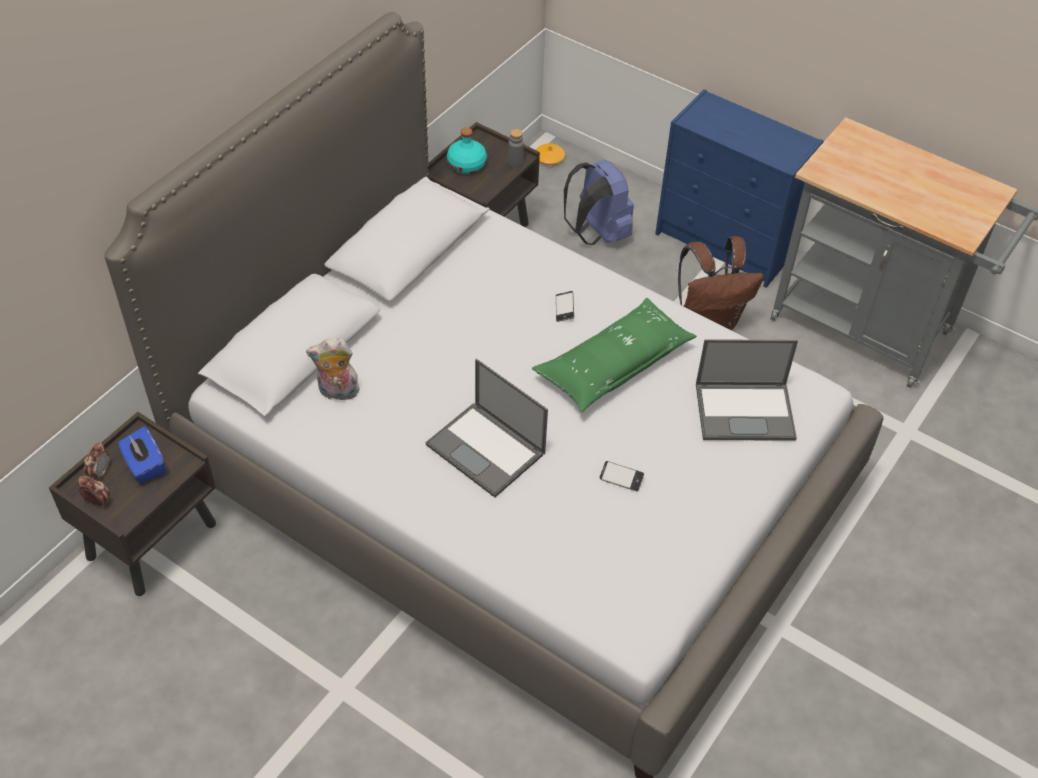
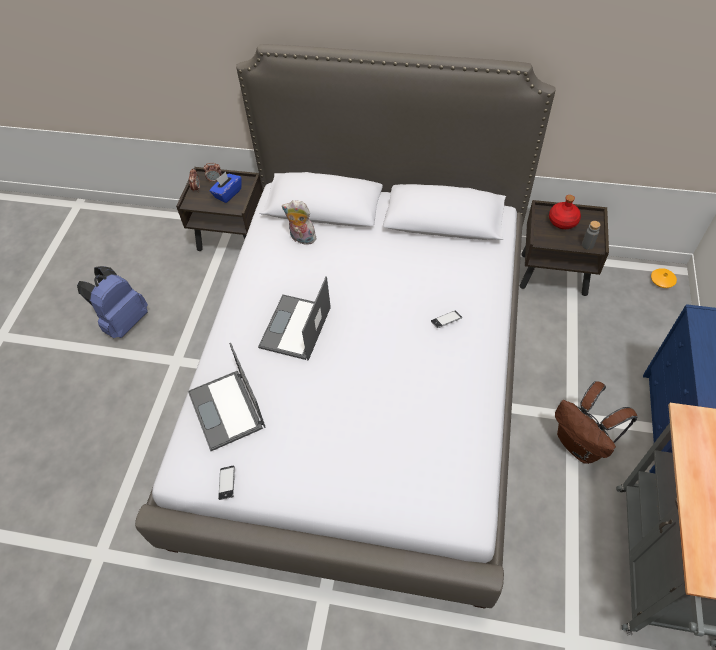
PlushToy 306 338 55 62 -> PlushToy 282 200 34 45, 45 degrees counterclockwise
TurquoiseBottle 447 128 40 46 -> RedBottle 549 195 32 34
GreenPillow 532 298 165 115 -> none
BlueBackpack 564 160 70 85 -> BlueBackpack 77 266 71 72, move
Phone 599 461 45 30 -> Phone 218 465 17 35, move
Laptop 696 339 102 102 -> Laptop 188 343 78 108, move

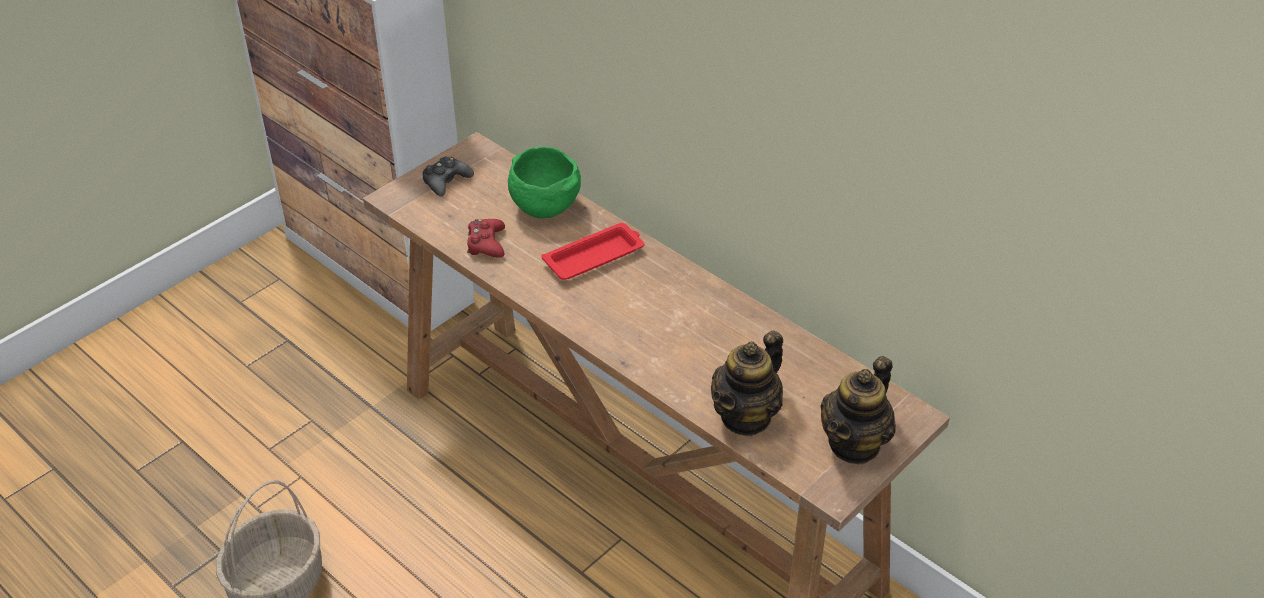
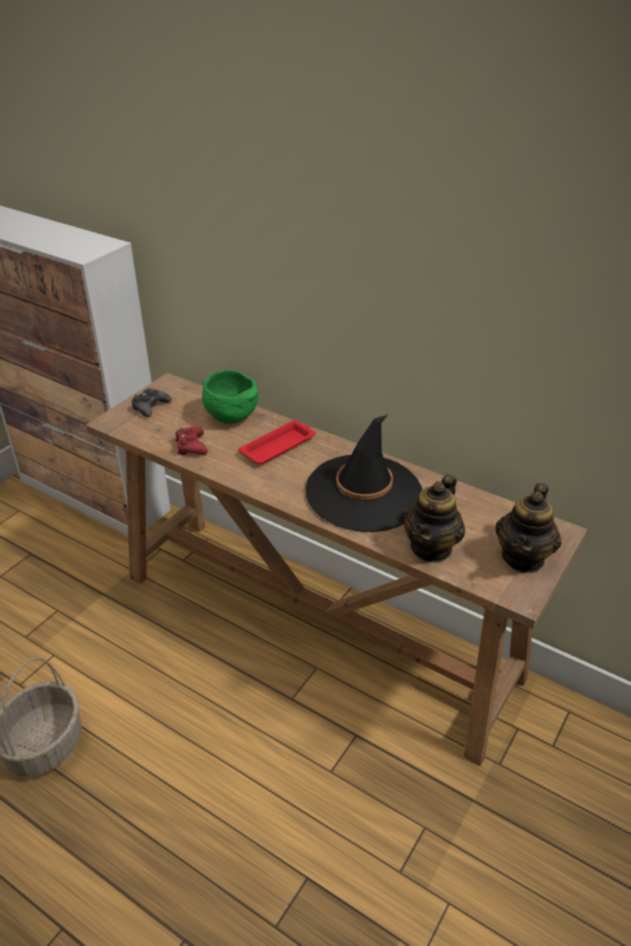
none -> BlackHat 306 415 116 117

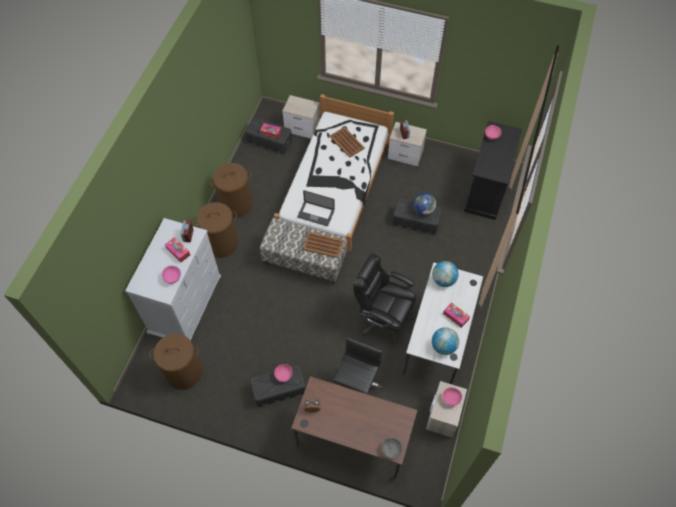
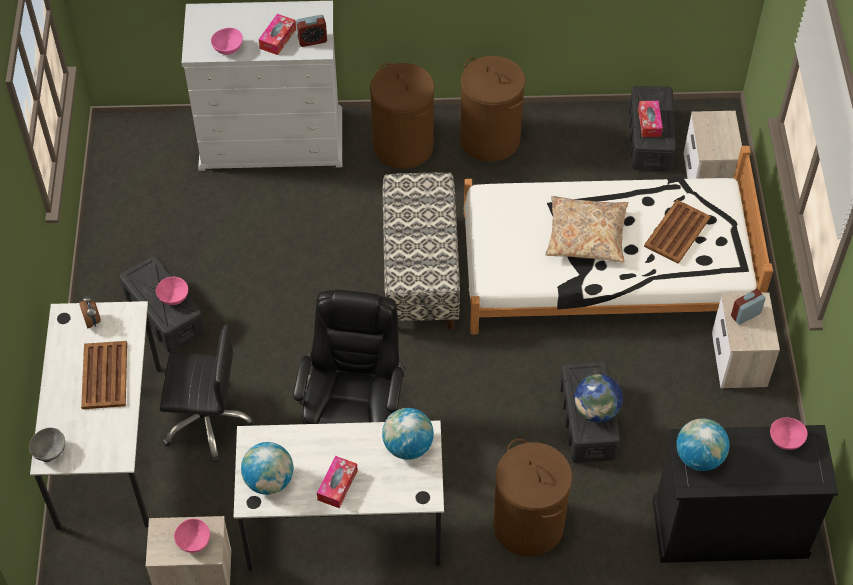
BrownLaundryBasket 149 334 53 56 -> BrownLaundryBasket 493 439 79 118, move
BrownDesk 291 376 126 104 -> WhiteDesk 30 301 132 230
Laptop 298 190 37 36 -> none
BrownTray 303 232 41 26 -> BrownTray 81 341 46 68, move
none -> BeigePillow 545 196 83 67
none -> Globe 676 418 53 53

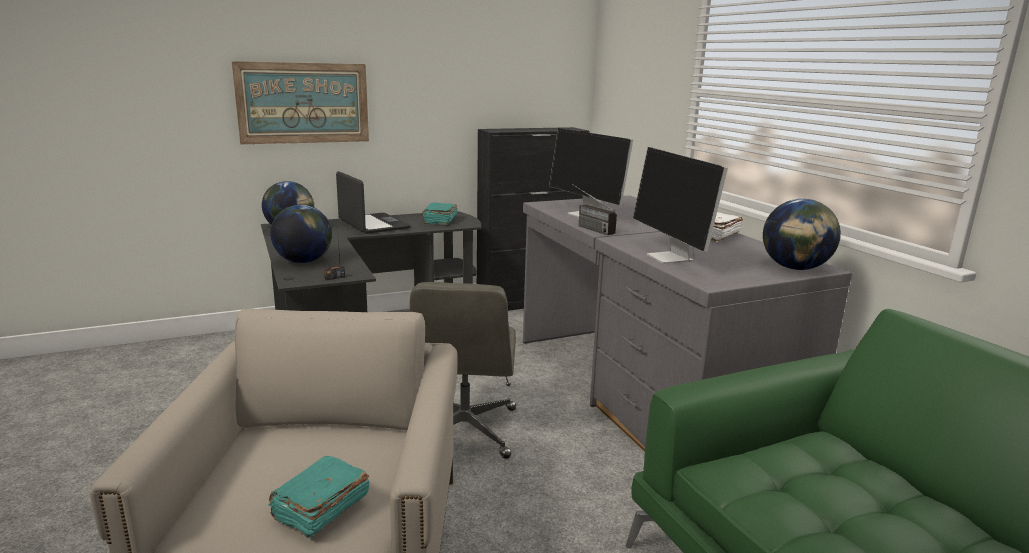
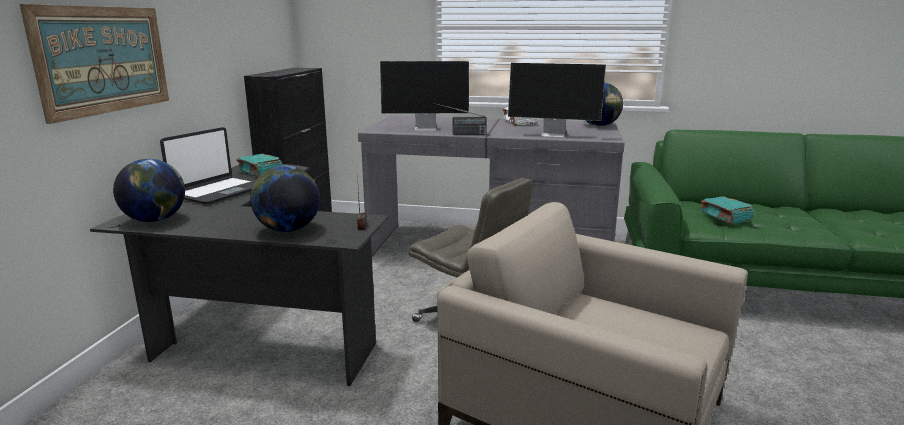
TurquoiseBook 269 456 101 82 -> TurquoiseBook 701 196 53 29, move
Laptop 336 171 74 63 -> Laptop 160 127 95 78, 120 degrees clockwise

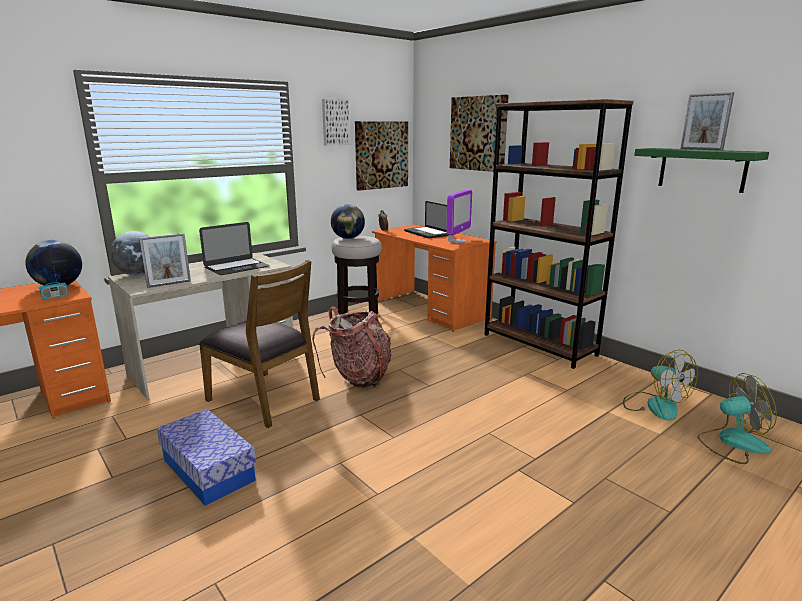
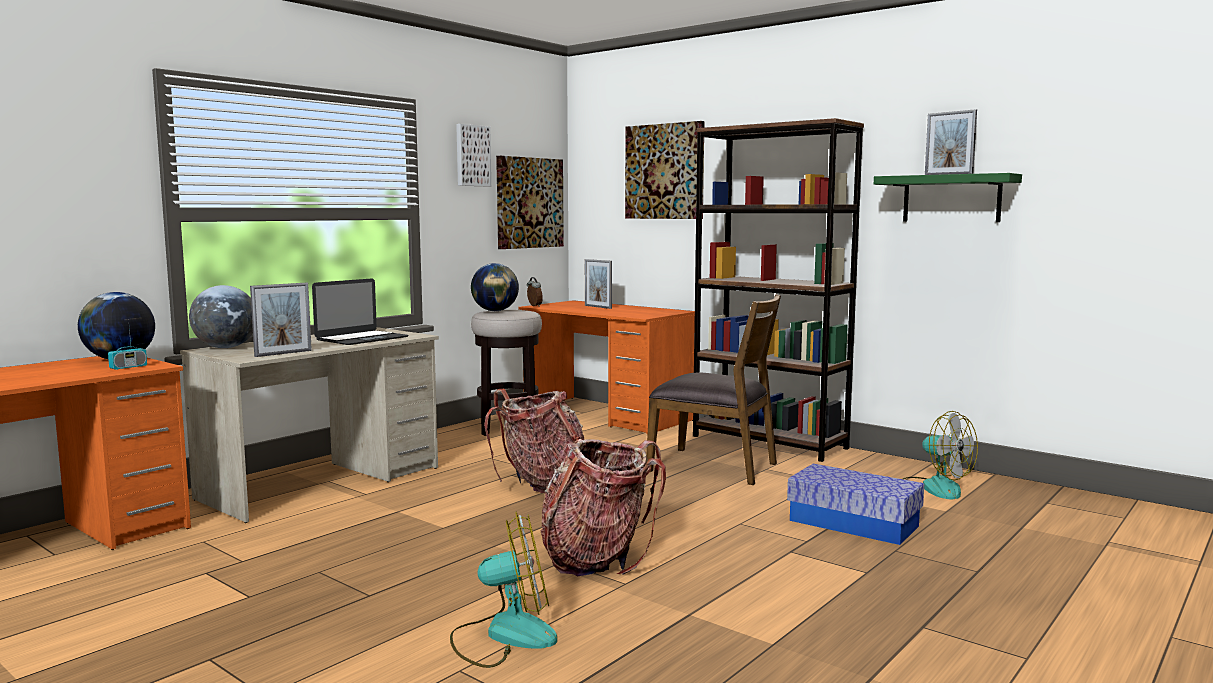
StorageBox 157 409 99 97 -> StorageBox 787 464 137 81, move
BrownChair 199 260 121 168 -> BrownChair 646 294 135 191, move
Laptop 404 201 45 37 -> PictureFrame 585 259 27 50
Monitor 446 190 26 53 -> none
Fan 698 373 79 91 -> Fan 450 512 107 156, move
none -> Backpack 541 439 125 137

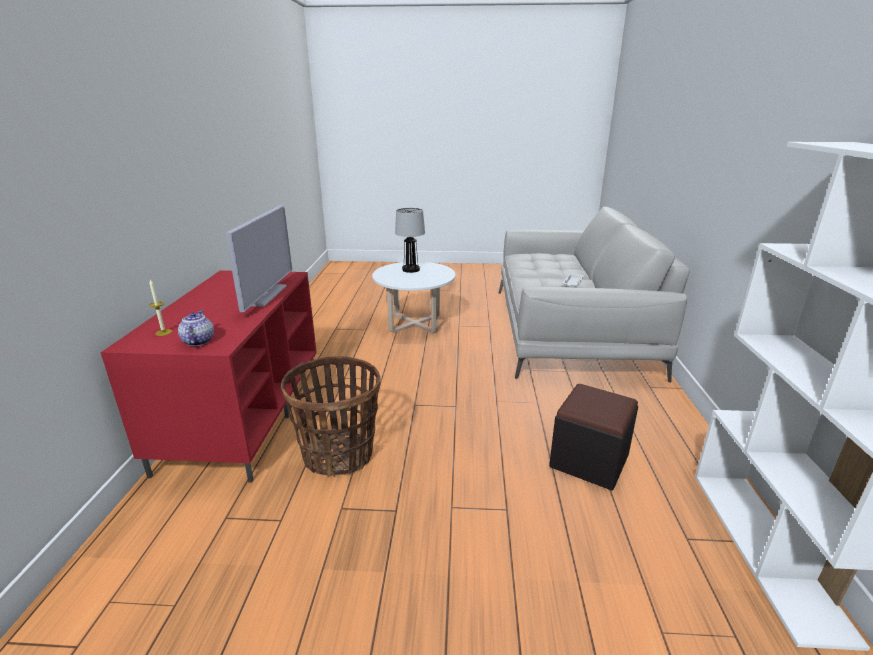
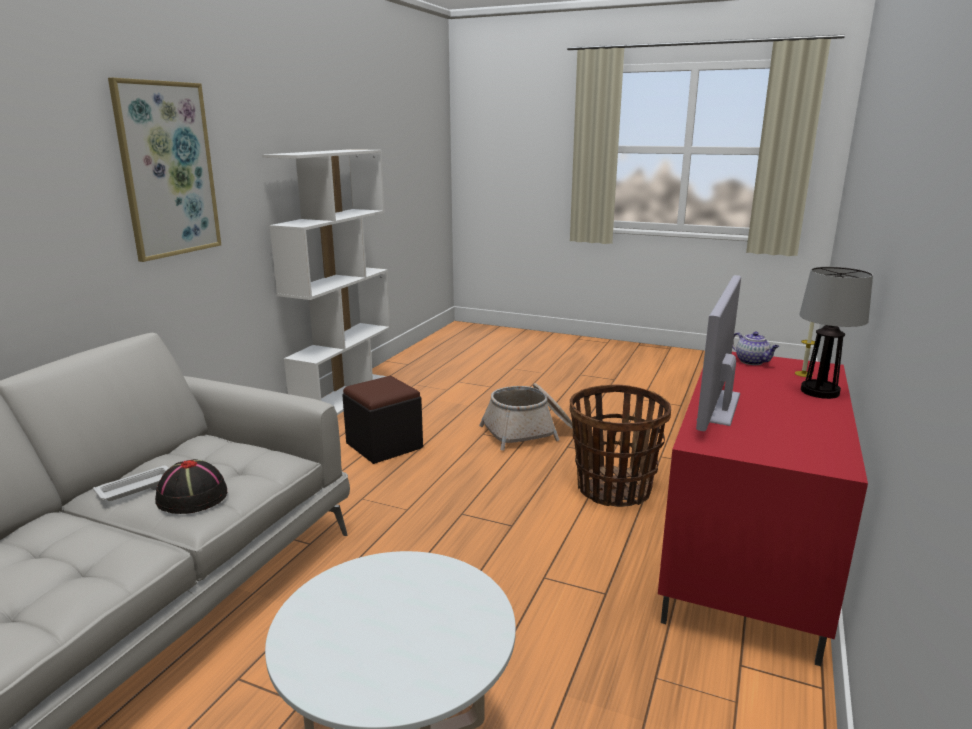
Teapot 178 311 36 35 -> Teapot 732 331 47 34, 45 degrees counterclockwise
TableLamp 395 208 30 65 -> TableLamp 799 266 74 133, move
none -> Picture 108 78 113 184
none -> BlackHat 155 459 72 55
none -> Basket 479 383 94 67

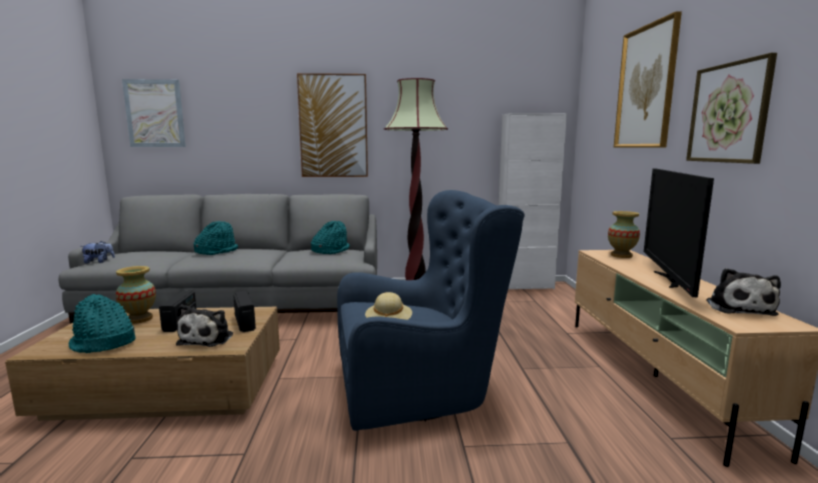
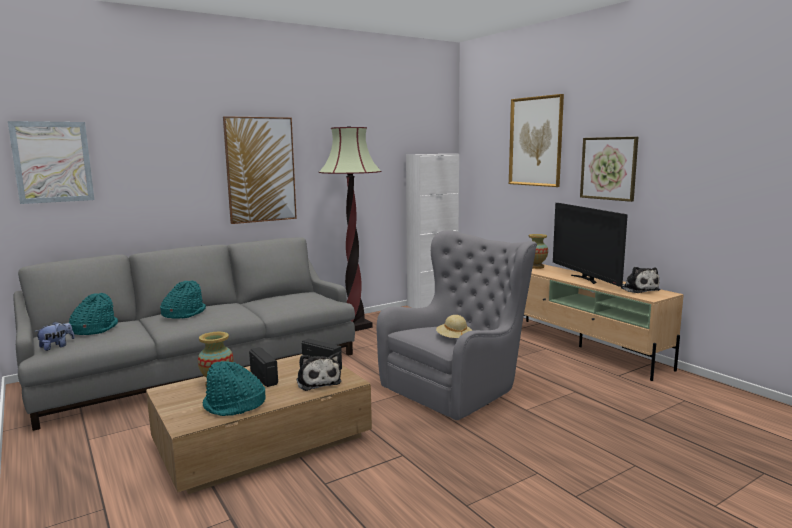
TurquoiseHat 311 221 39 33 -> TurquoiseHat 68 293 50 42, move
BlueArmchair 337 190 188 241 -> GreyArmchair 377 230 160 190

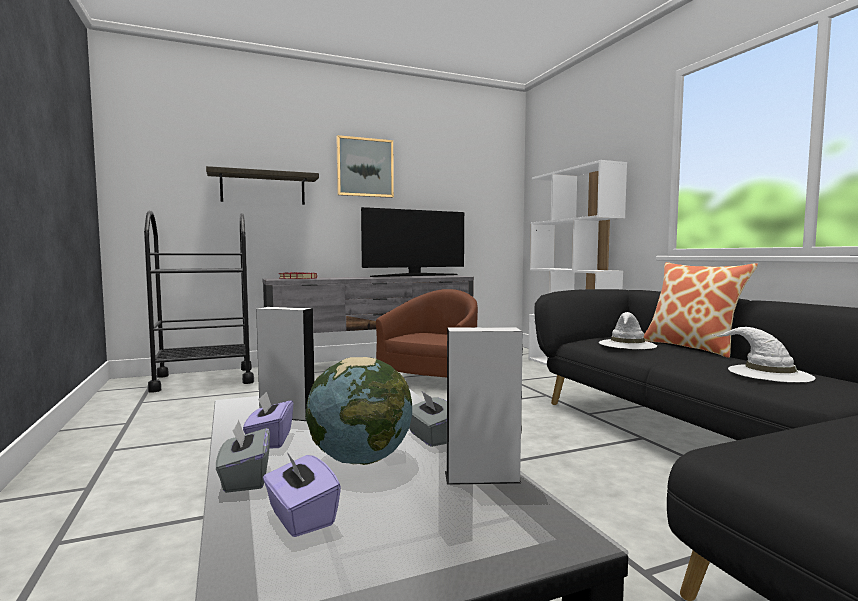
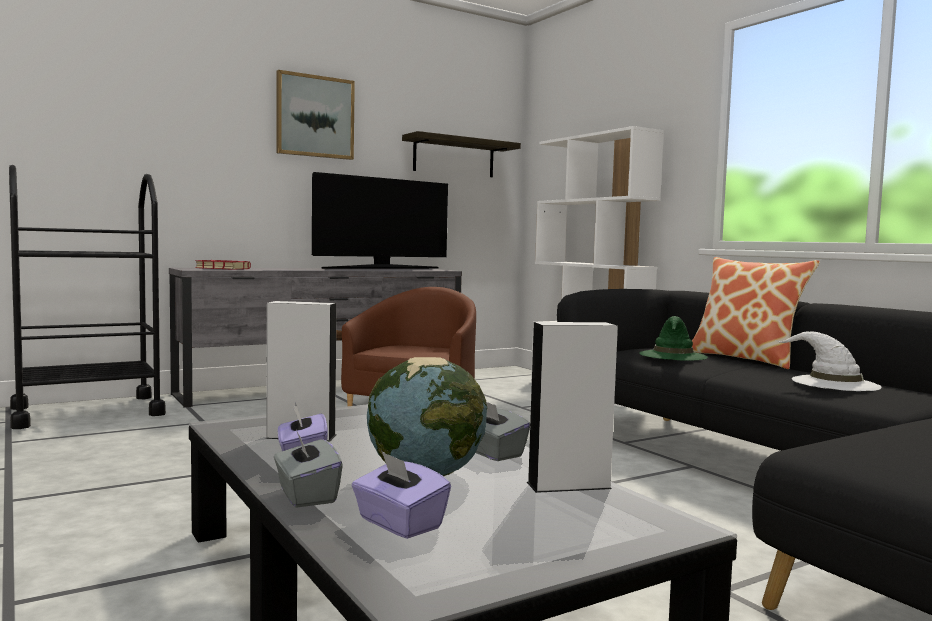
Shelf 206 166 113 39 -> Shelf 402 131 119 46, move
WhiteHat 599 312 58 37 -> GreenHat 639 316 69 45

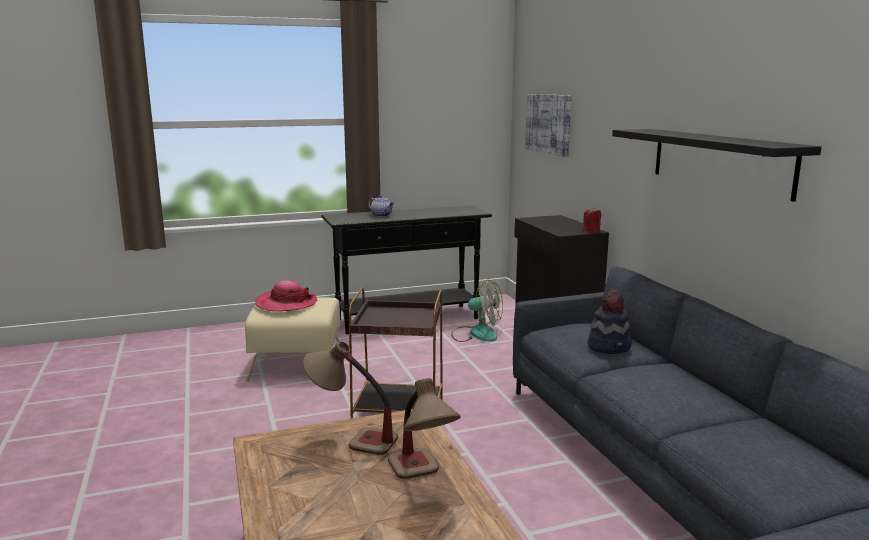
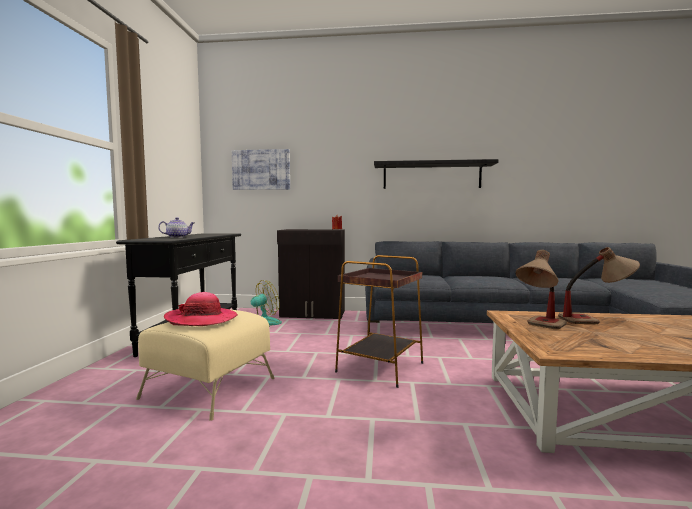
Hat 588 290 44 64 -> none

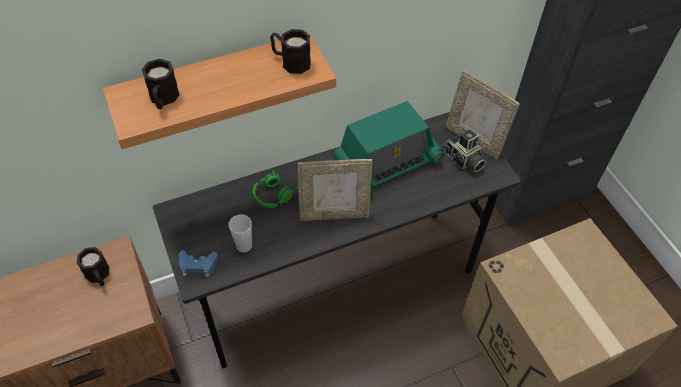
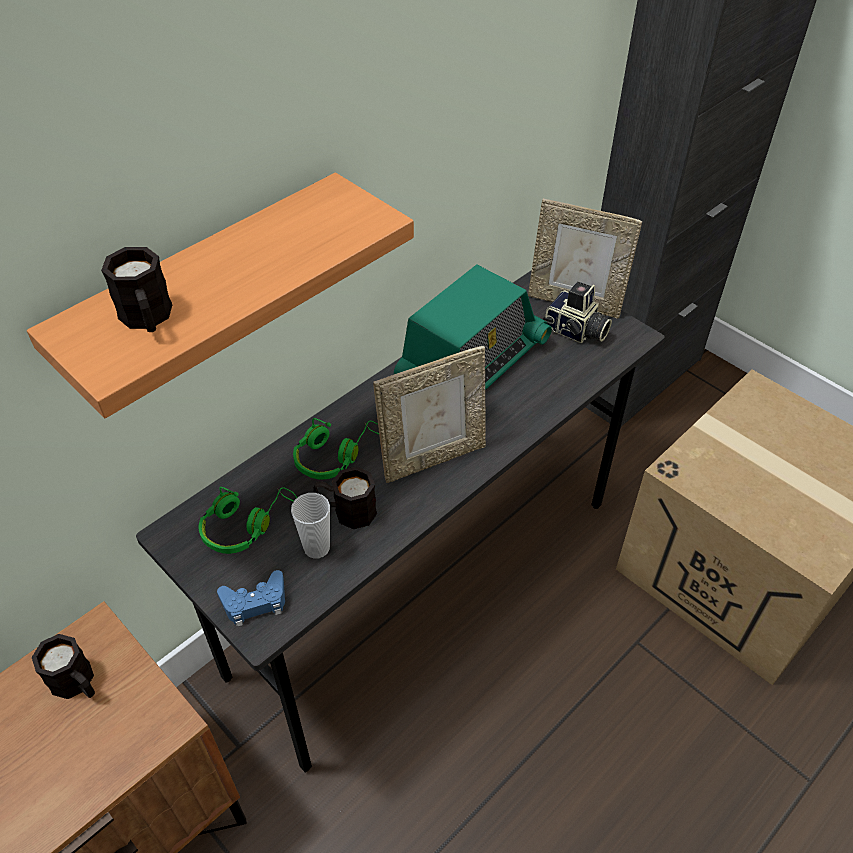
BlackMug 270 29 41 45 -> BlackMug 313 467 64 62, move
none -> GreenHeadphones 199 487 98 67

